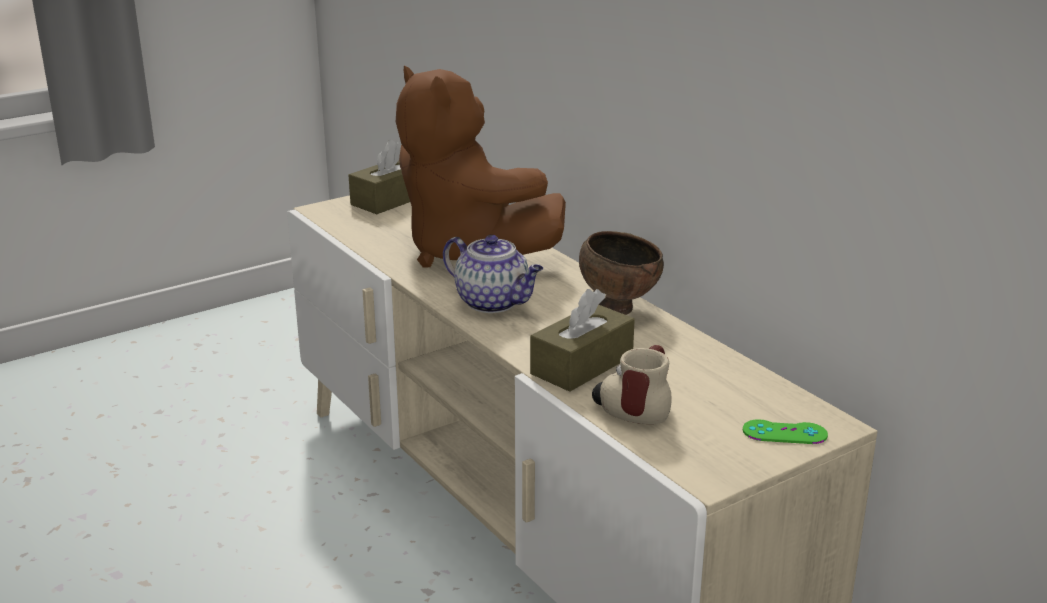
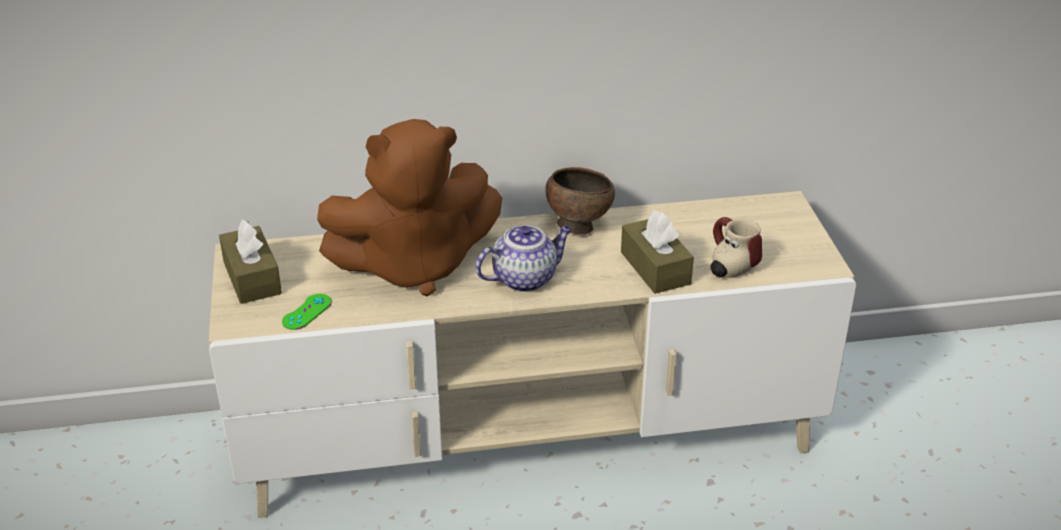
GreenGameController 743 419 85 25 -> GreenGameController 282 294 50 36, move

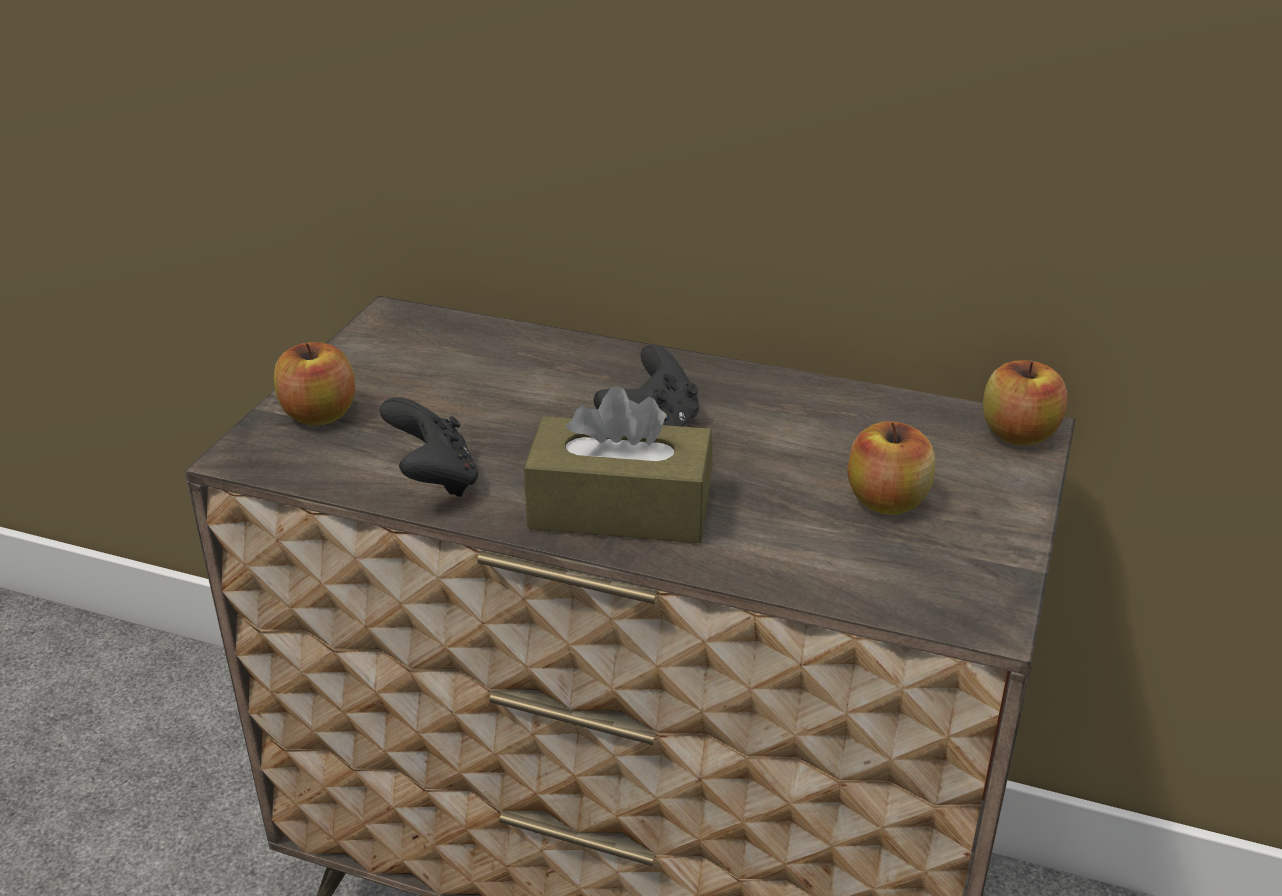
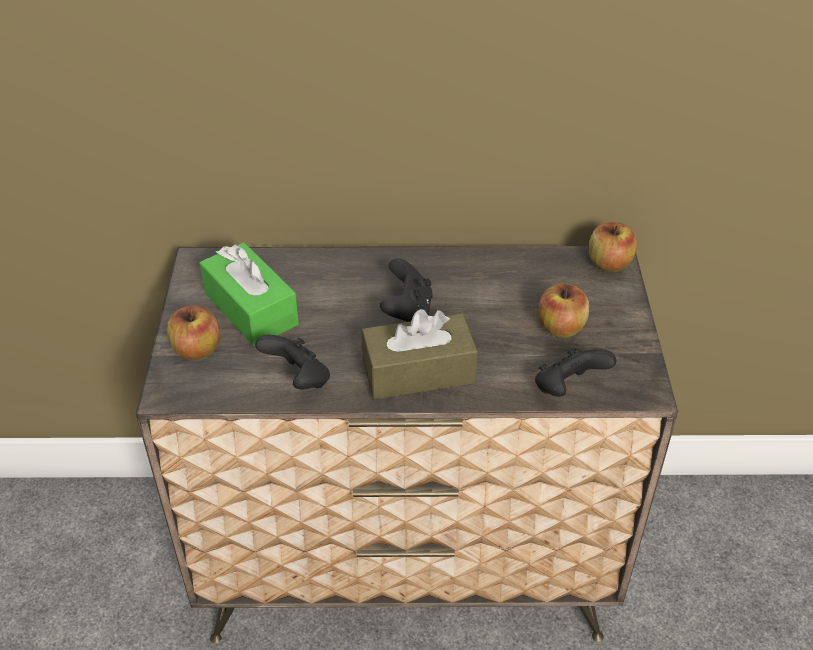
none -> GreenTissueBox 199 242 100 104
none -> BlackGameController 535 349 81 48

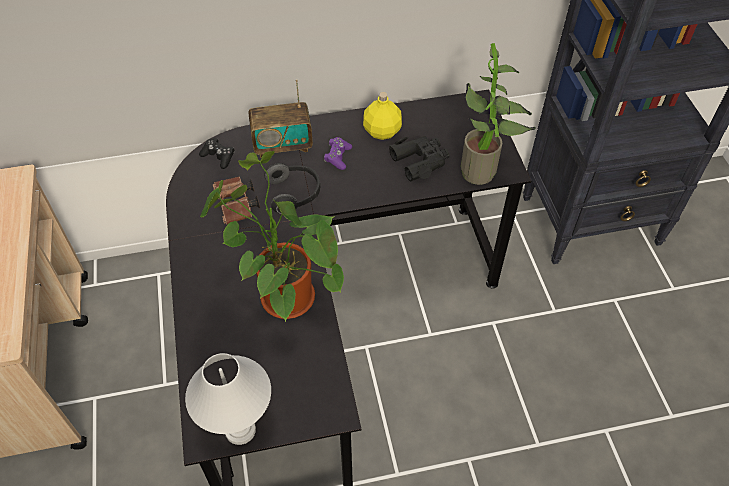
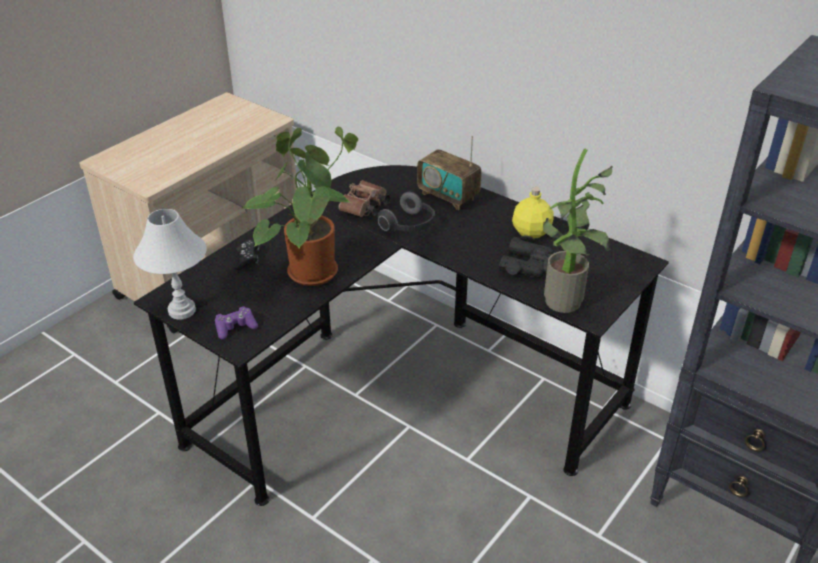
BlackGameController 199 138 35 31 -> BlackGameController 234 240 25 30, move
PurpleGameController 324 137 28 33 -> PurpleGameController 215 307 43 33, move

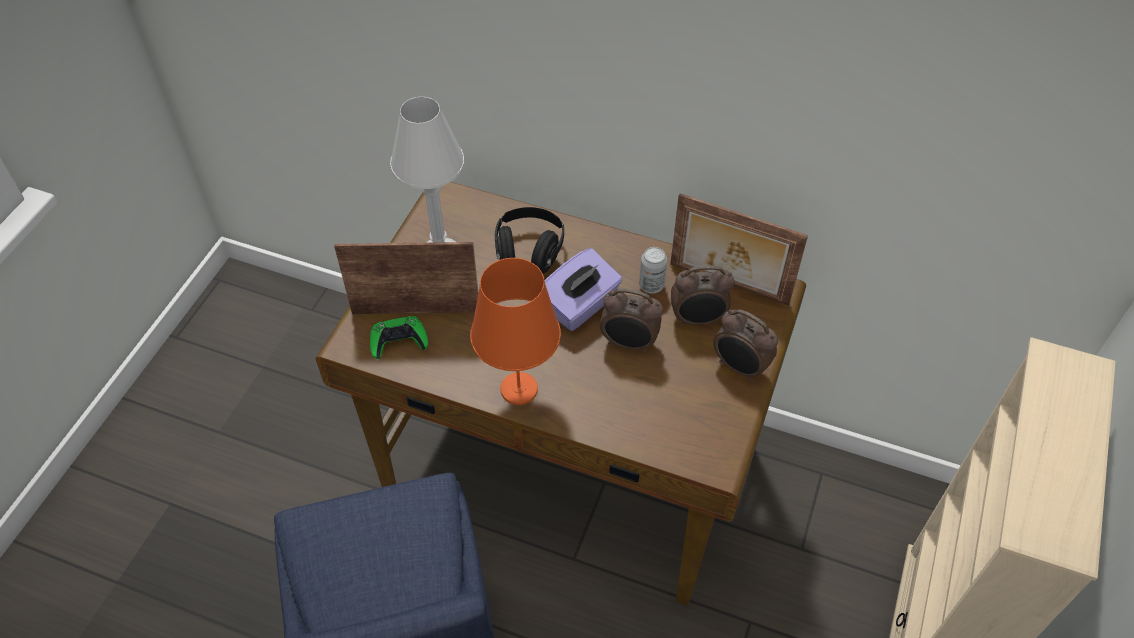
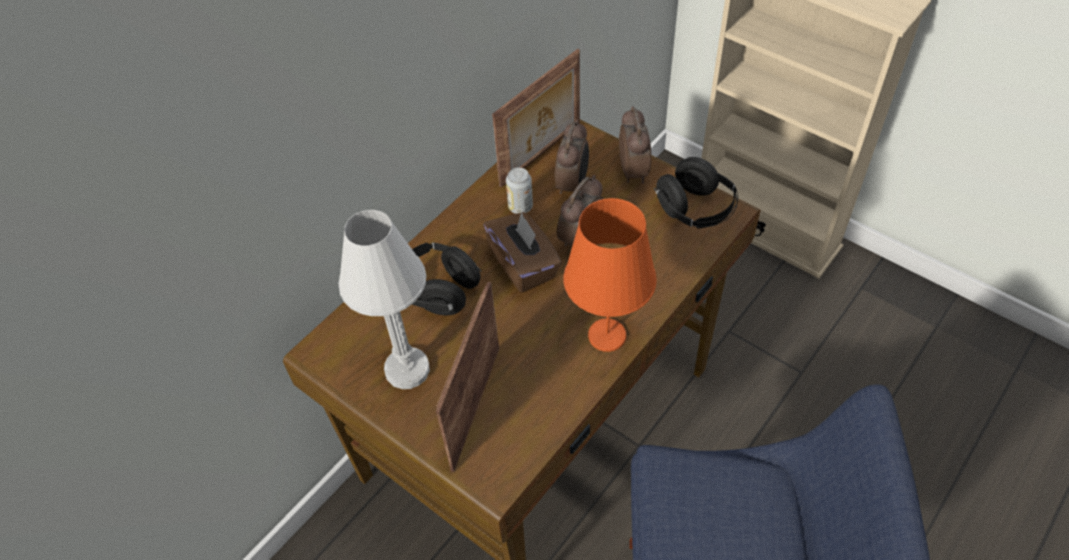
GreenGameController 370 316 58 43 -> none
PurpleTissueBox 545 248 77 83 -> BrownTissueBox 483 212 79 81
AlarmClock 713 310 65 71 -> AlarmClock 619 106 32 78, 60 degrees counterclockwise
none -> BlackHeadphones 654 157 84 71

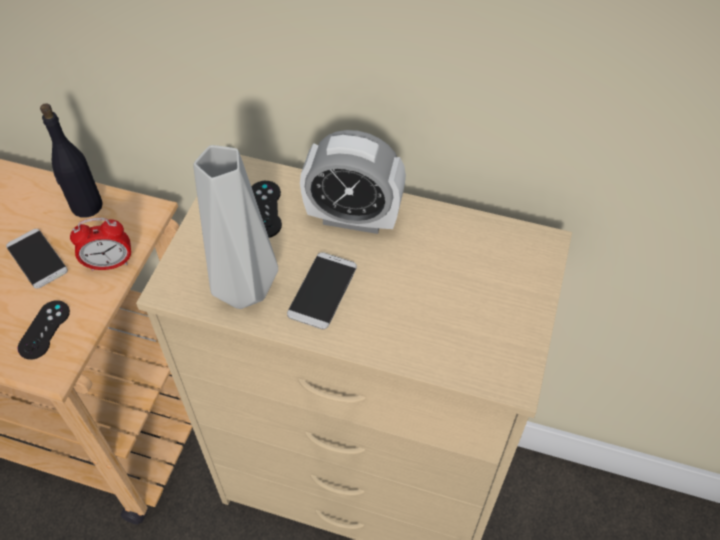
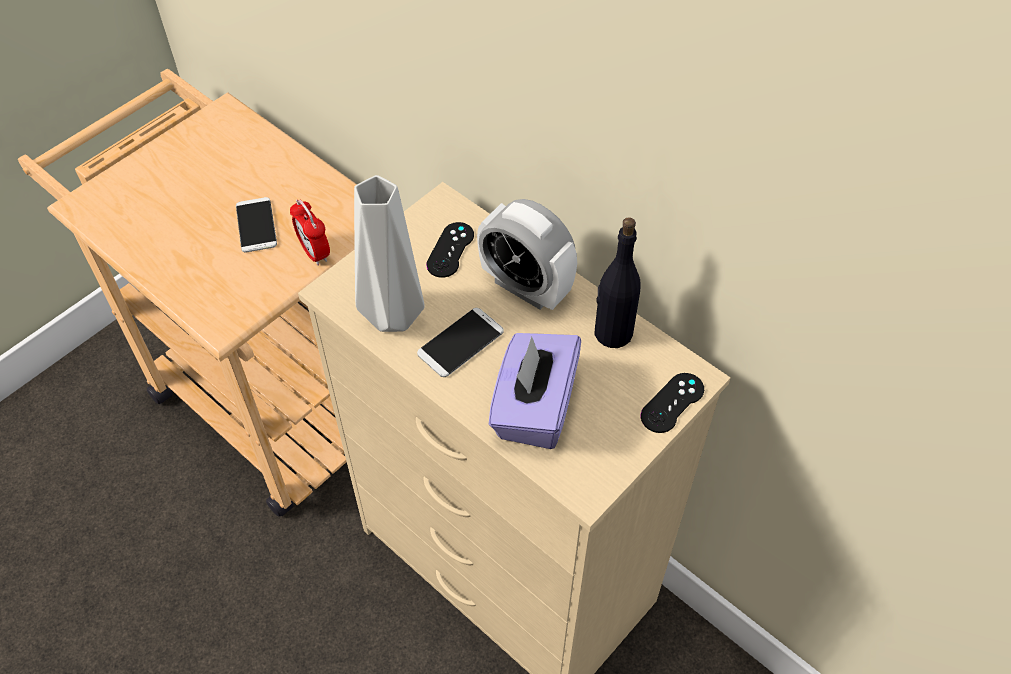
BlackGameController 18 300 52 60 -> BlackGameController 640 373 64 60, move
BlackBottle 40 103 63 115 -> BlackBottle 594 217 46 131, move
AlarmClock 70 218 61 53 -> AlarmClock 290 199 40 67, 45 degrees clockwise
none -> PurpleTissueBox 489 333 92 116

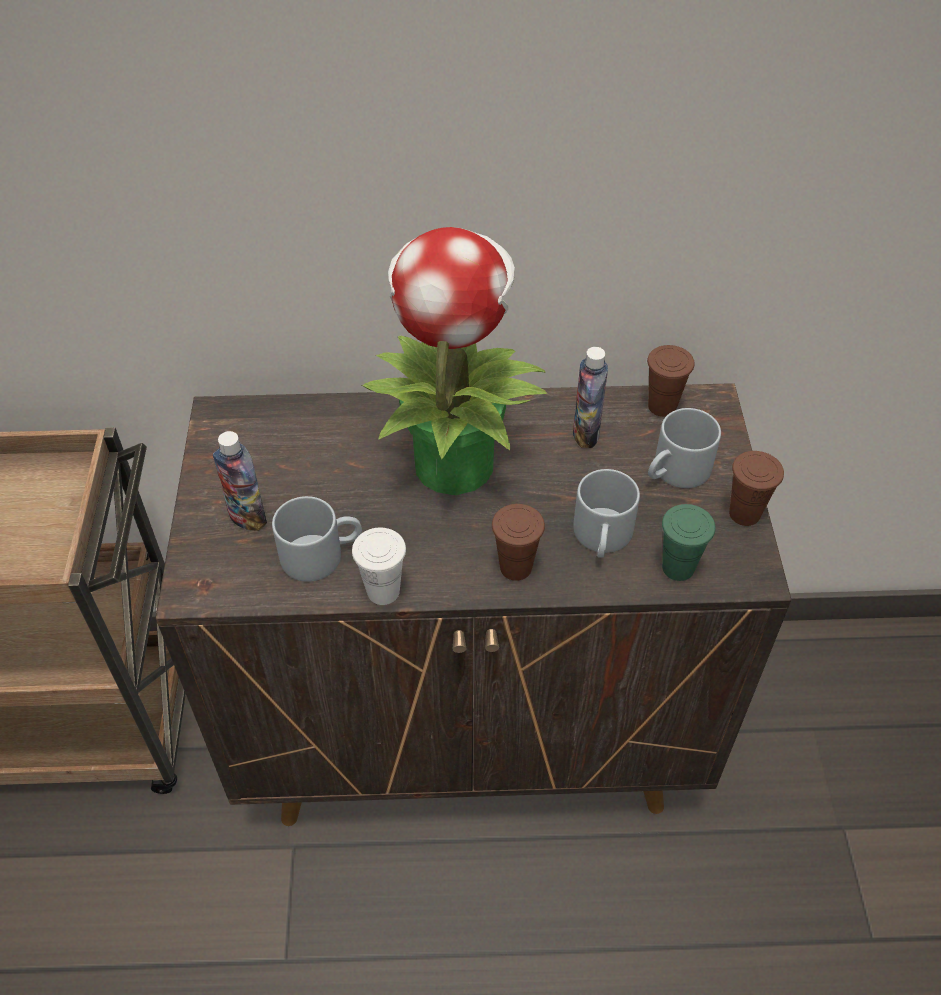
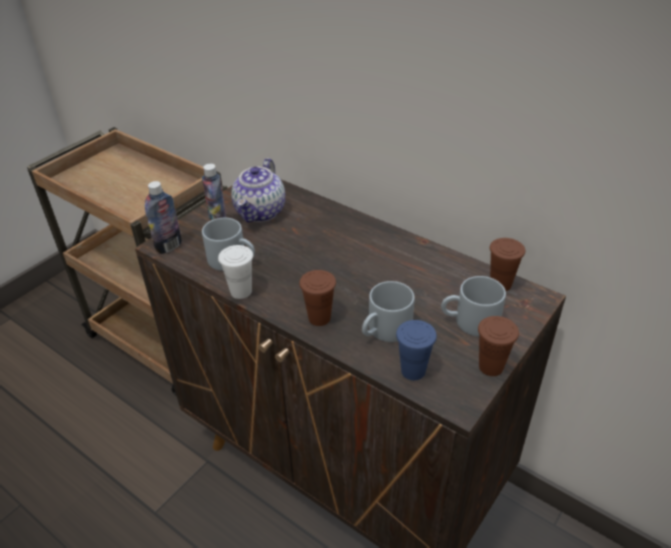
PottedPlant 362 227 186 268 -> none
Bottle 573 347 35 101 -> Bottle 145 181 37 73, move
GreenCup 662 504 54 77 -> BlueCup 396 320 41 60
none -> Teapot 231 158 54 64

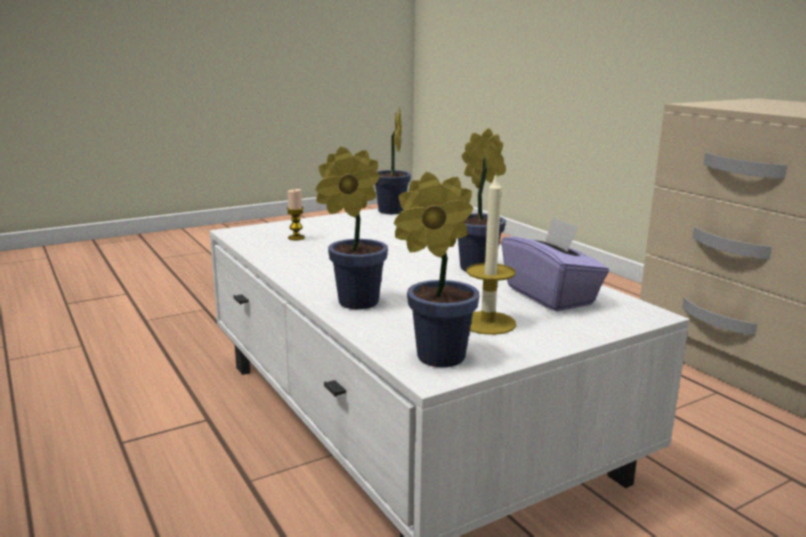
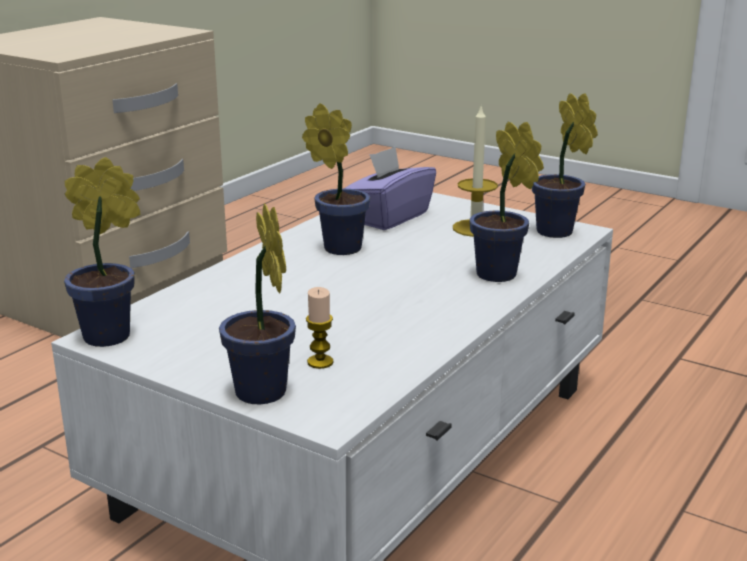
none -> PottedPlant 219 203 77 201

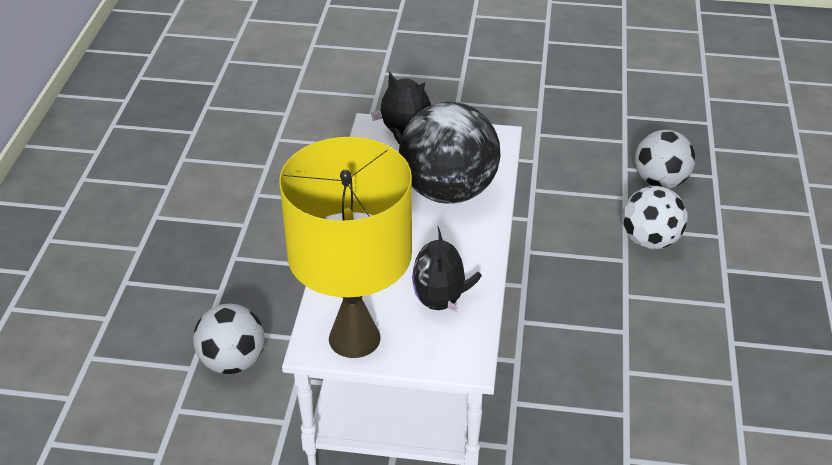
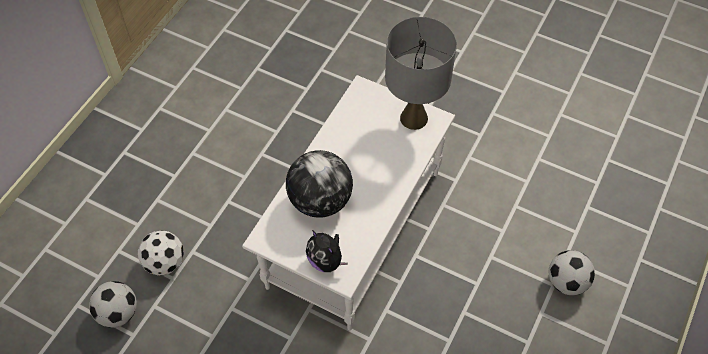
Football 193 304 71 70 -> Football 549 250 46 45, move
YellowTableLamp 279 137 133 221 -> GreyTableLamp 385 17 72 113
PlushToy 412 225 70 88 -> none

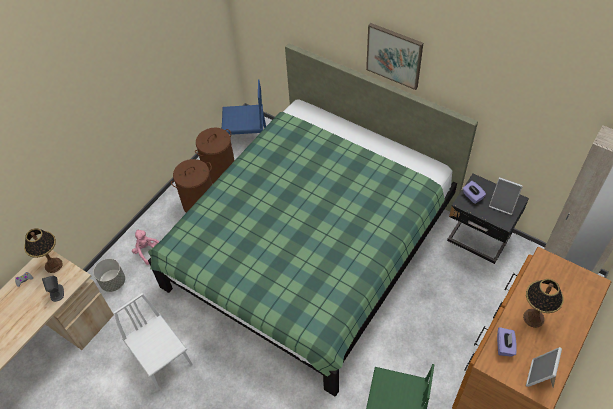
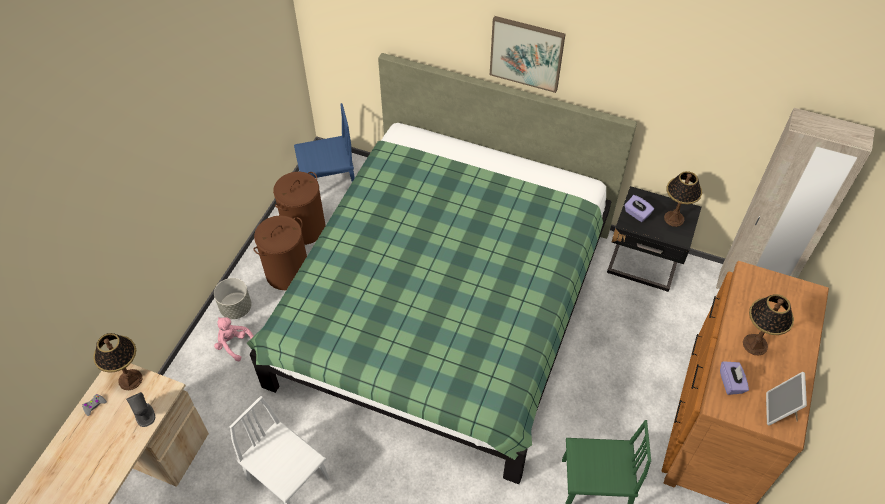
GreyPlanter 93 259 32 33 -> GreyPlanter 214 278 38 41, move
PictureFrame 489 177 34 38 -> TableLamp 664 171 38 56

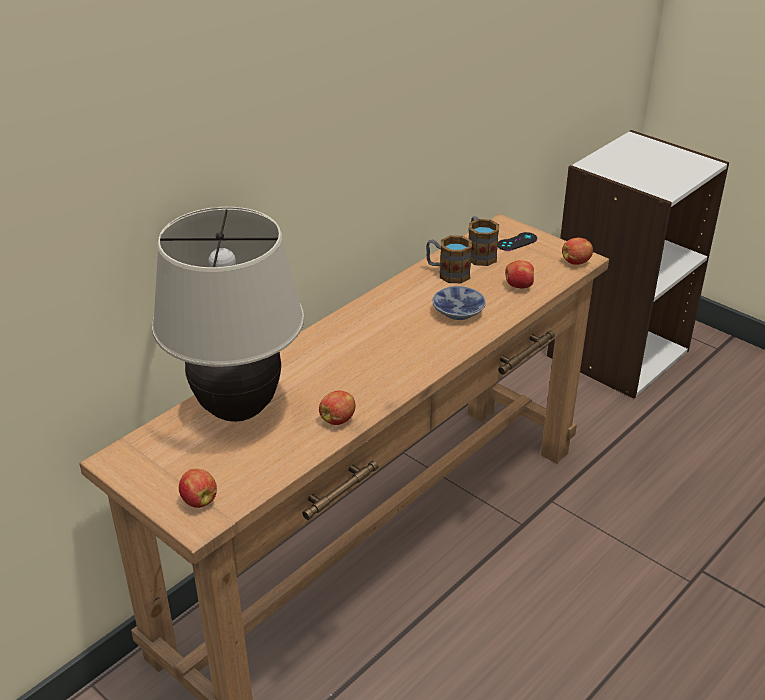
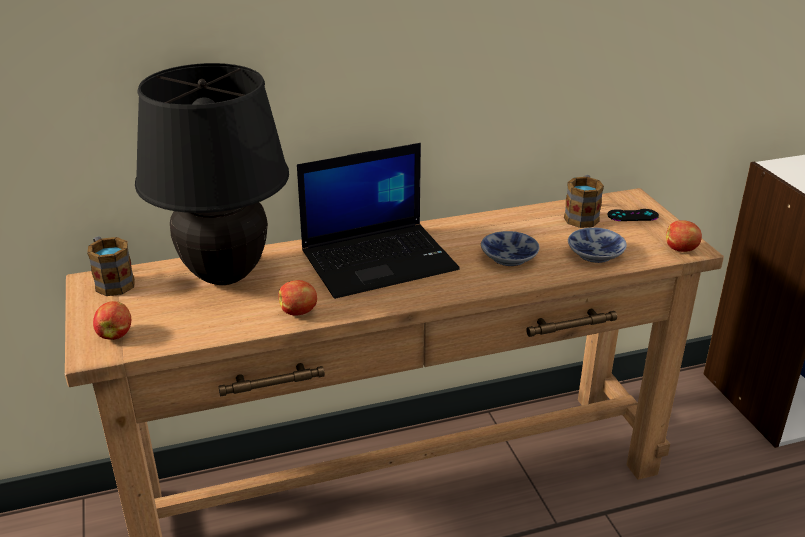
BeigeTableLamp 152 207 152 215 -> BlackTableLamp 135 63 154 222
Mug 426 235 46 48 -> Mug 87 237 48 59, move
Apple 505 260 29 29 -> Bowl 568 227 59 36
none -> Laptop 297 143 163 156

